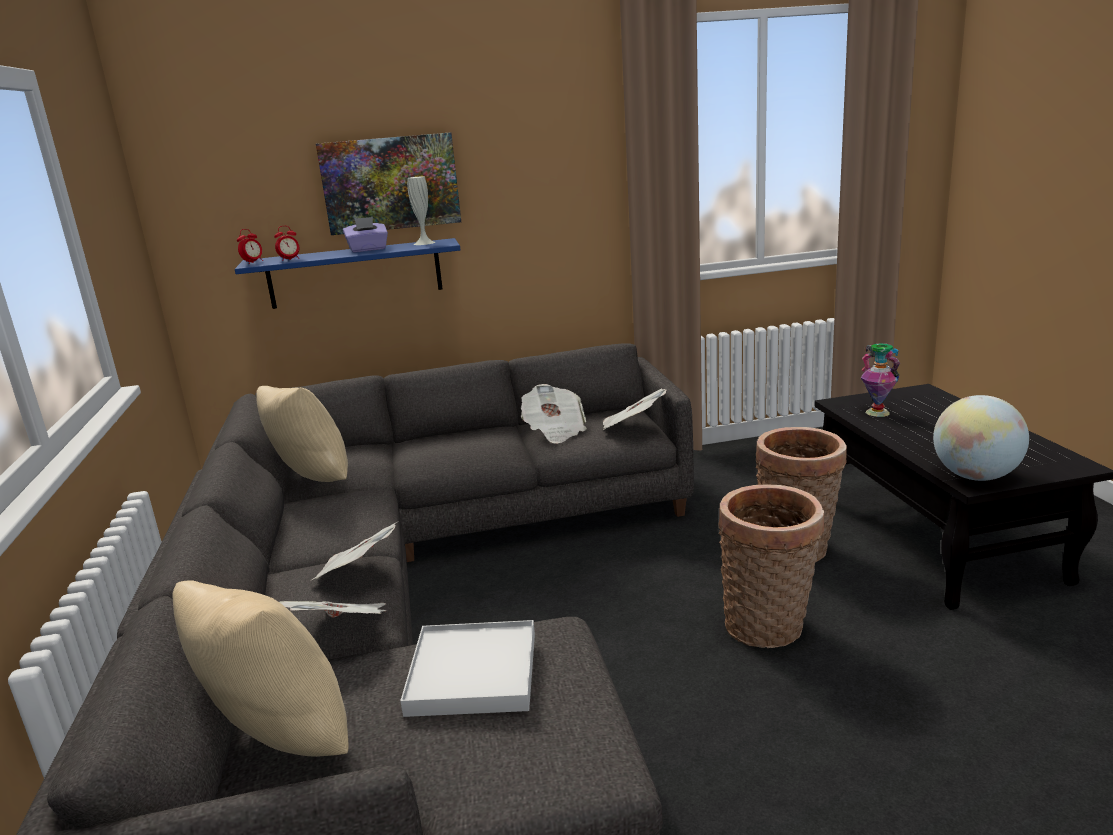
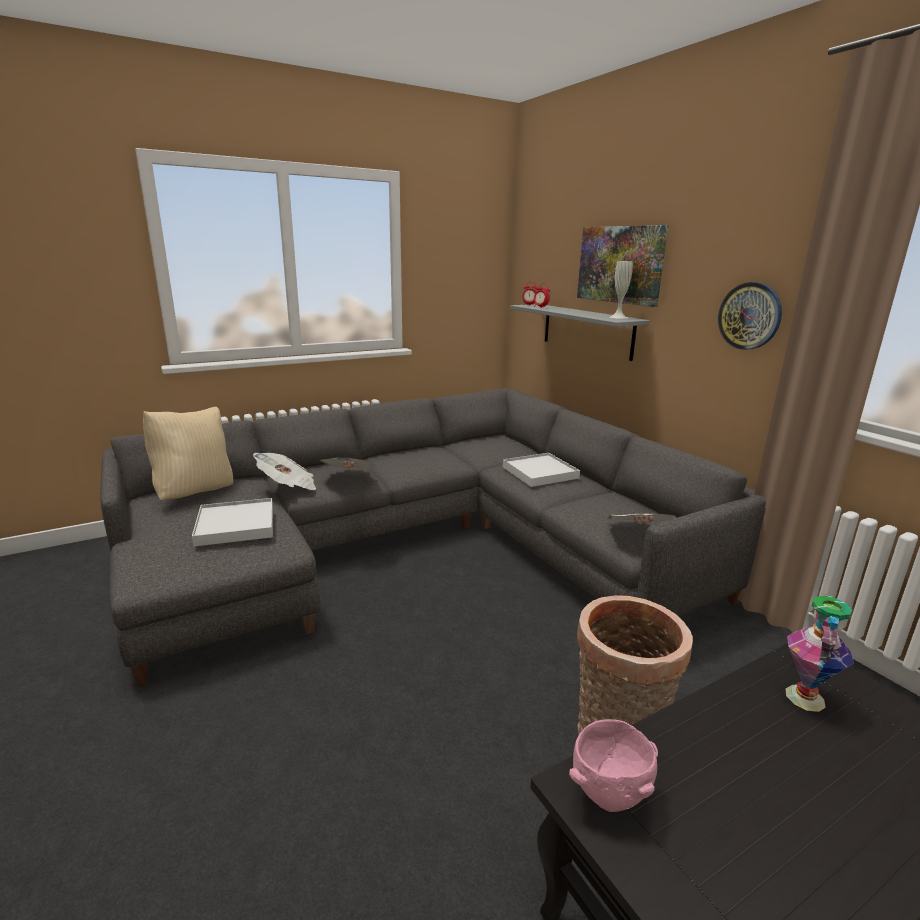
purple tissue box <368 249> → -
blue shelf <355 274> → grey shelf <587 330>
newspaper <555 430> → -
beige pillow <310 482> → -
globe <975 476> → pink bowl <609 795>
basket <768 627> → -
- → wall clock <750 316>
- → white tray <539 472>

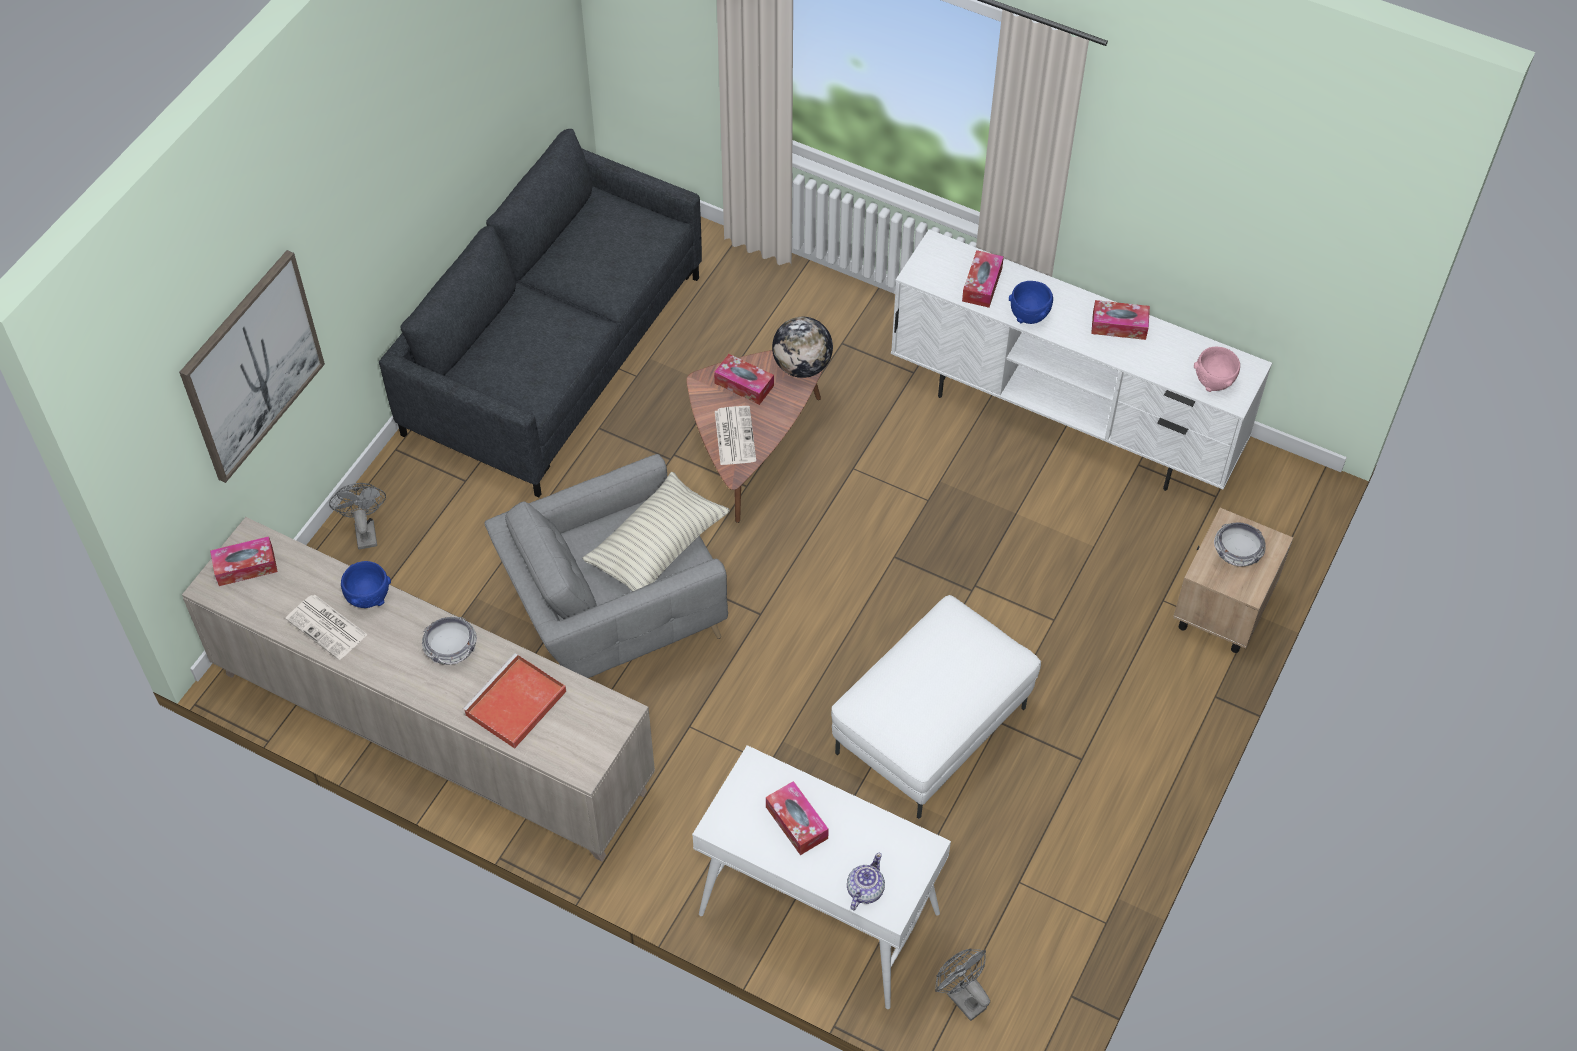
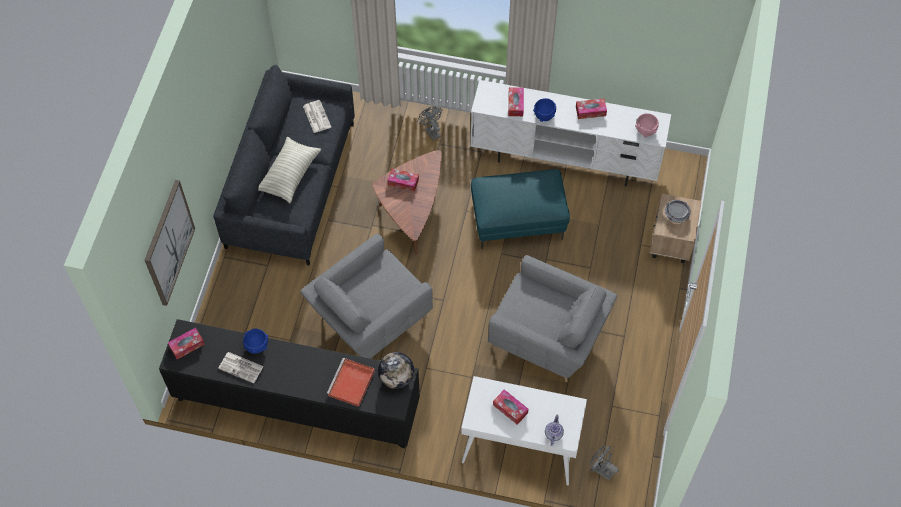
globe <802 366> → globe <396 378>, shifted
newspaper <734 435> → newspaper <316 116>, shifted
pillow <657 546> → pillow <289 175>, shifted
grey fan <364 531> → grey fan <431 131>, shifted
beige cabinet <433 733> → black cabinet <297 404>
white ottoman <932 732> → grey armchair <547 340>
bowl <451 648> → -
- → turquoise ottoman <517 222>

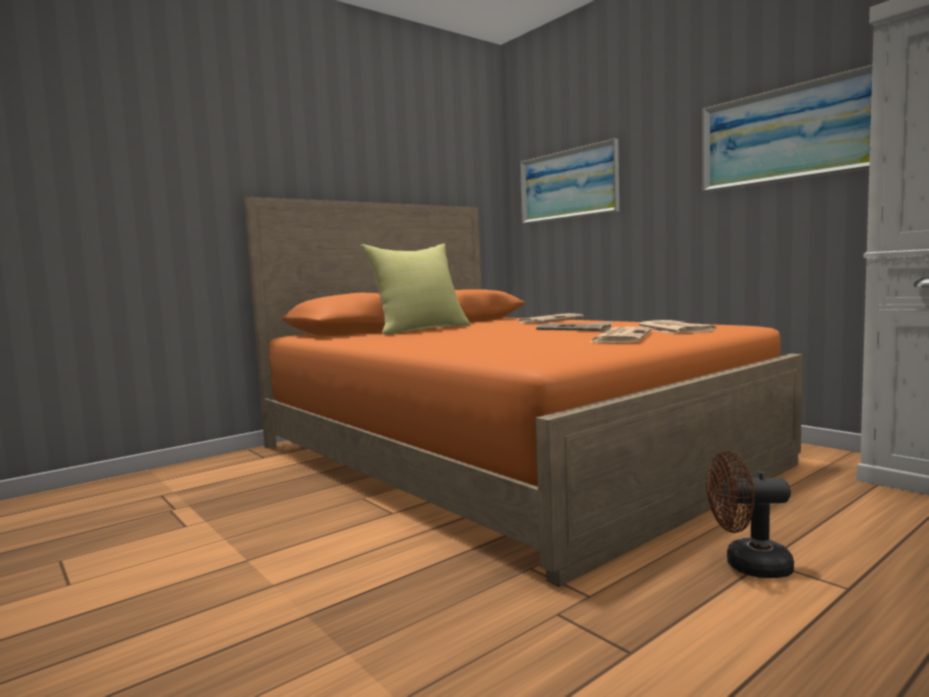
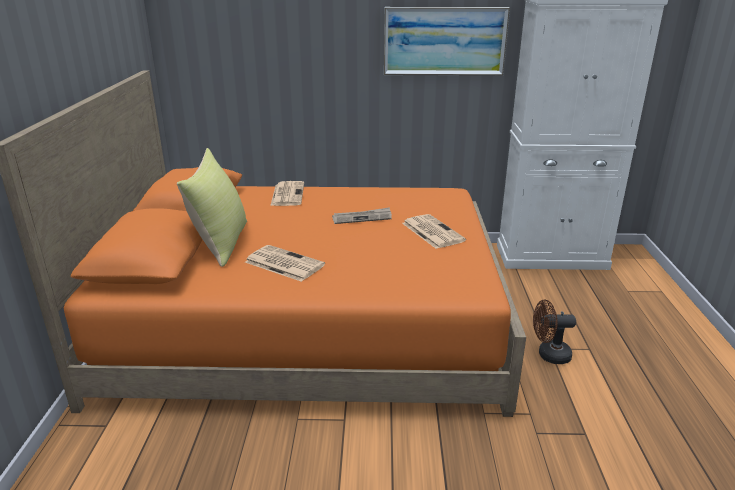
picture <568 185> → -
newspaper <672 329> → newspaper <283 263>, shifted
brown fan <748 566> → brown fan <549 355>, 45 degrees clockwise

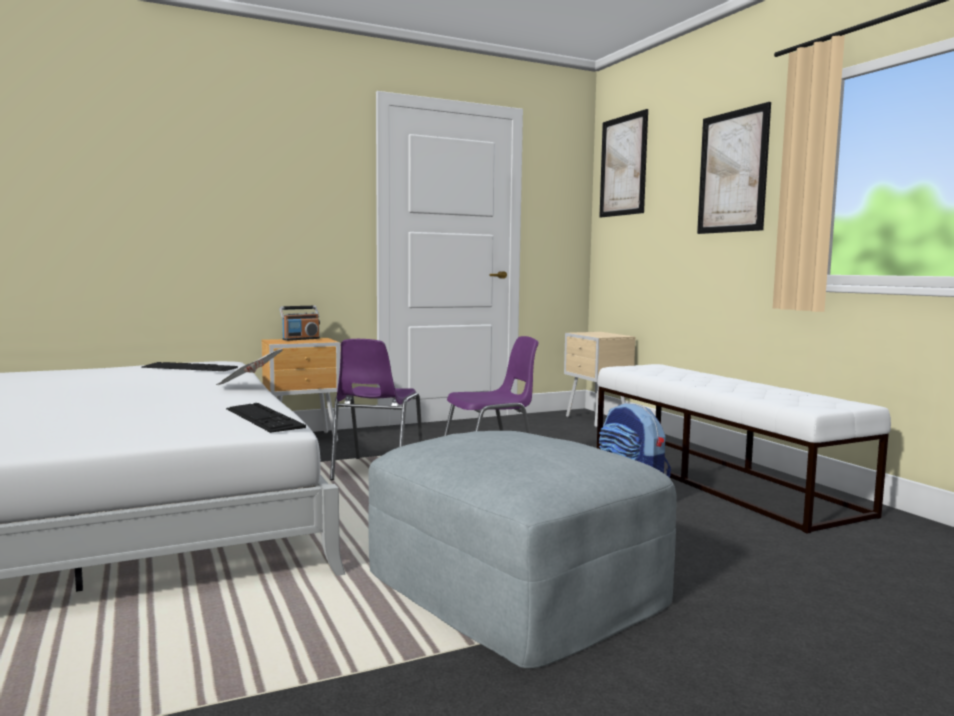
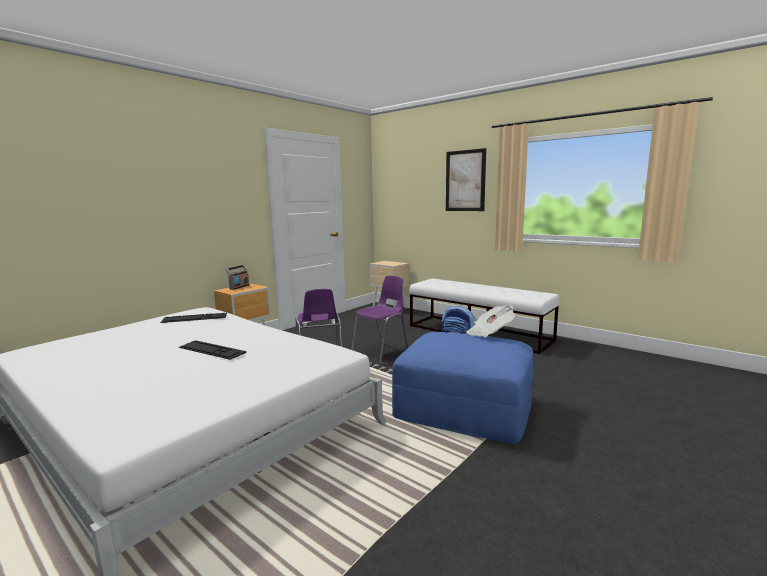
picture <623 166> → -
newspaper <249 386> → newspaper <489 333>, shifted
keyboard <263 418> → keyboard <211 350>, shifted
grey ottoman <515 585> → blue ottoman <464 407>

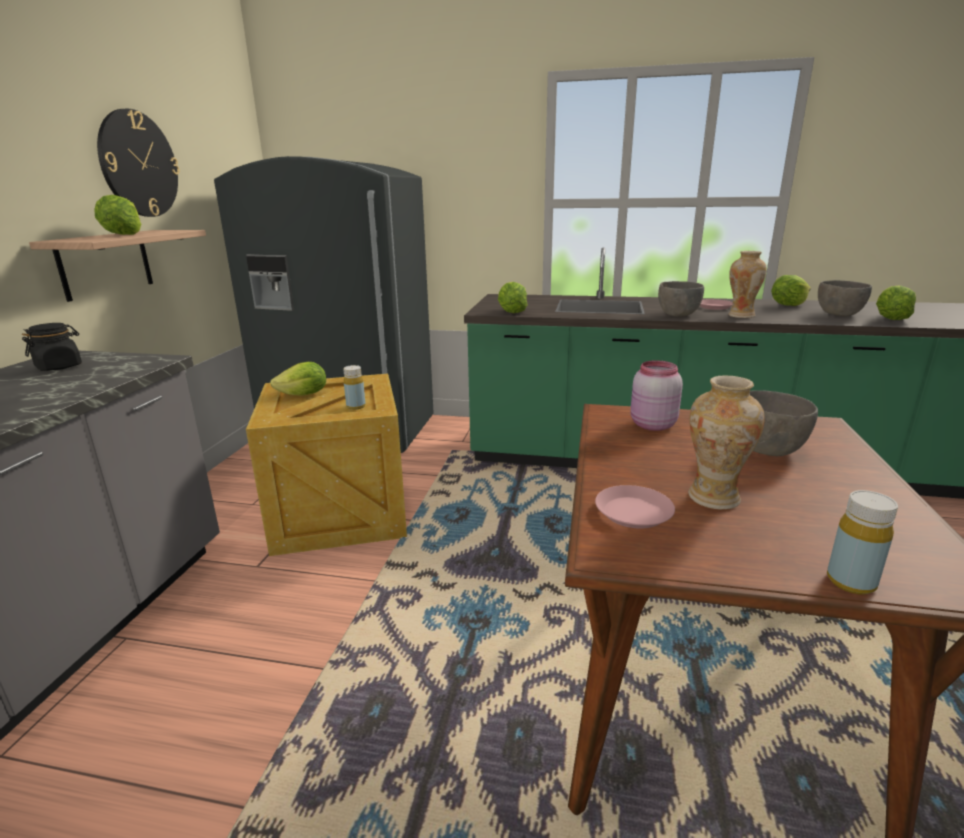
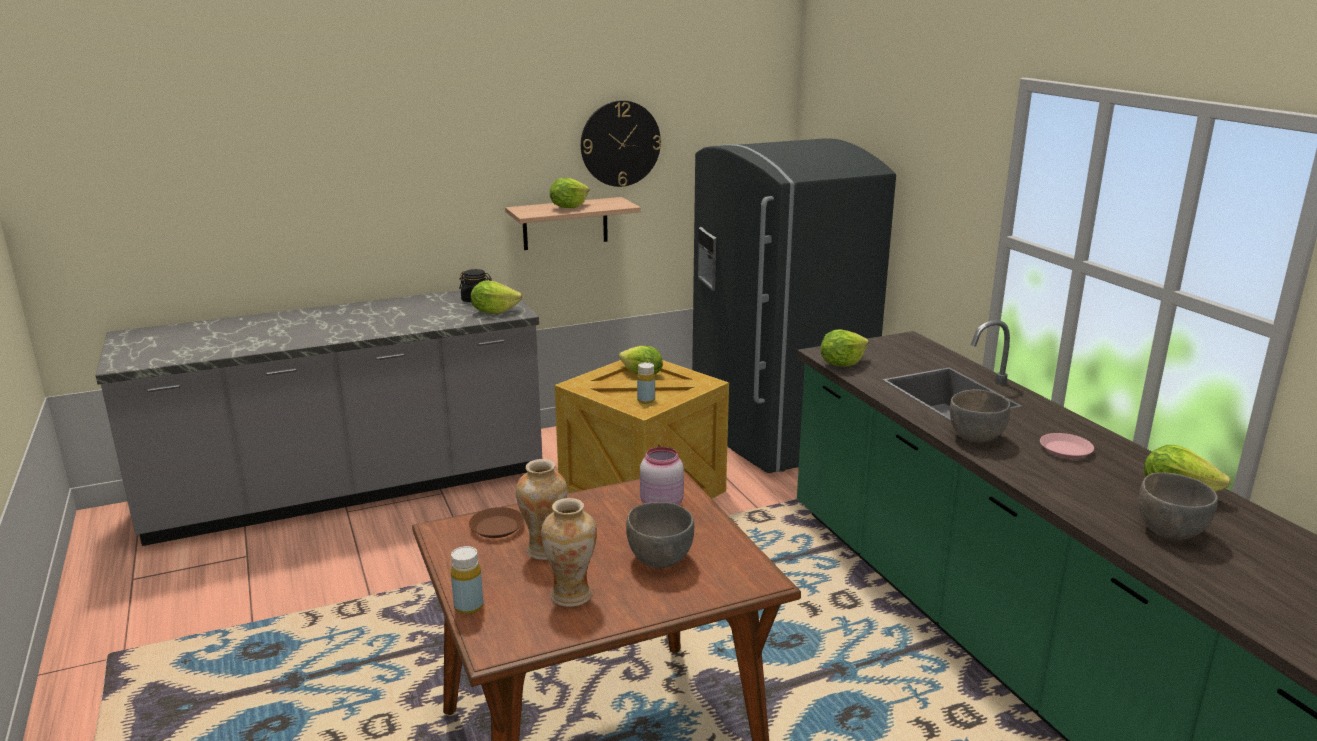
vase <741 315> → vase <571 595>, shifted
lettuce <890 319> → lettuce <494 311>, shifted
pink plate <633 512> → brown plate <496 527>

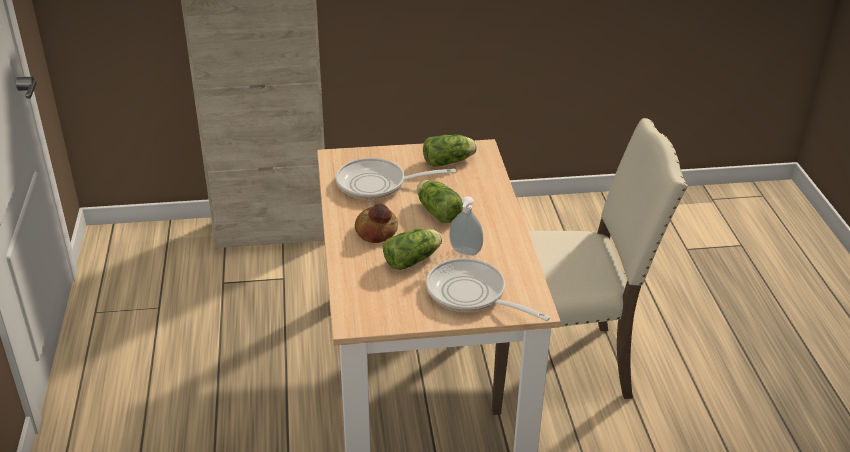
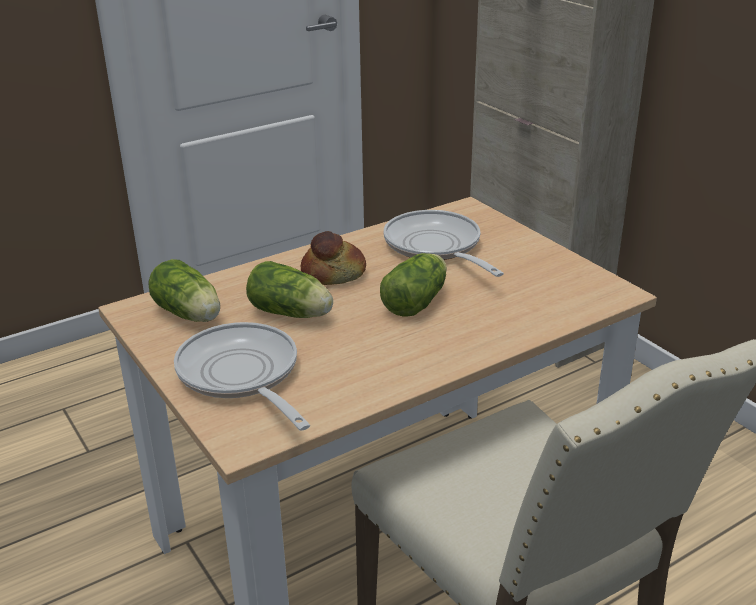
lettuce <450 161> → lettuce <190 315>, shifted
soap dispenser <465 253> → -
frying pan <471 295> → frying pan <241 376>, 45 degrees counterclockwise

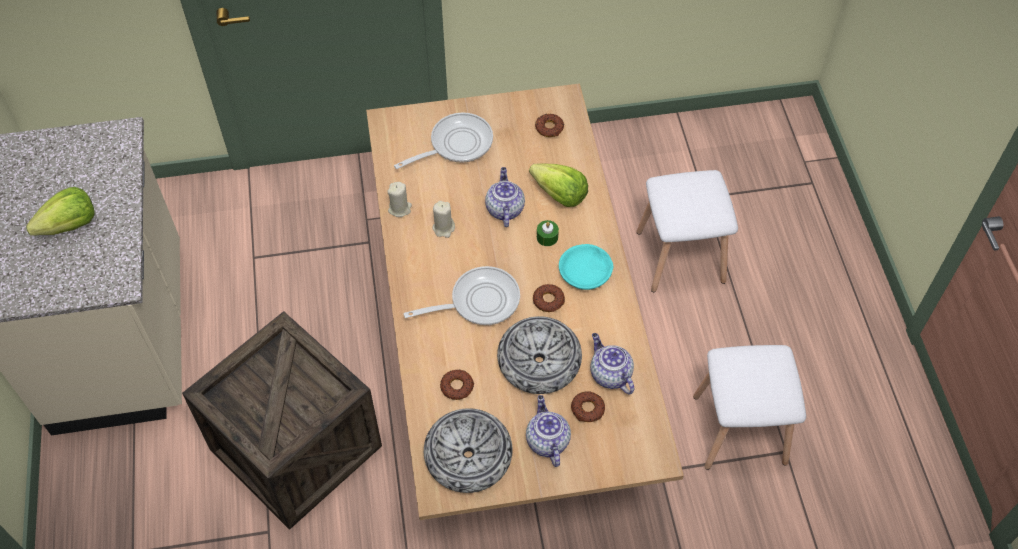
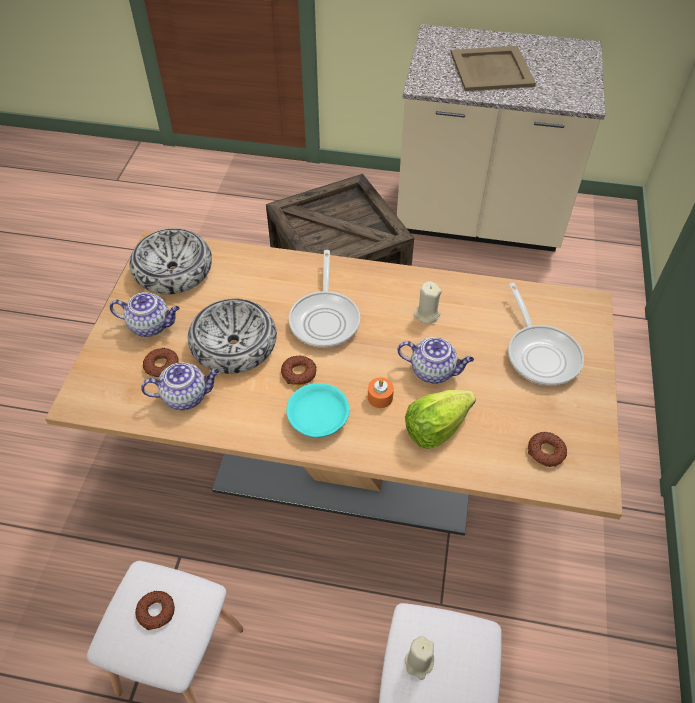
beige candle <400 208> → beige candle <419 662>, shifted
lettuce <70 225> → beige tray <491 69>
green candle <547 237> → orange candle <380 397>
donut <457 387> → donut <156 612>, shifted

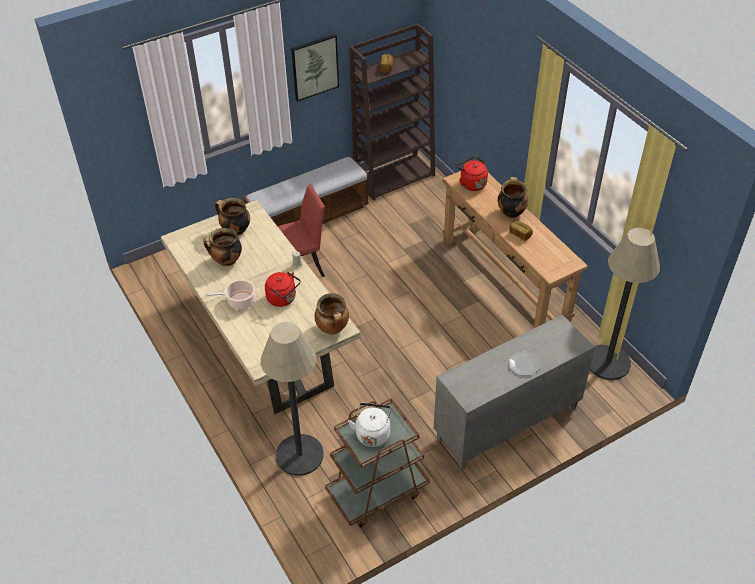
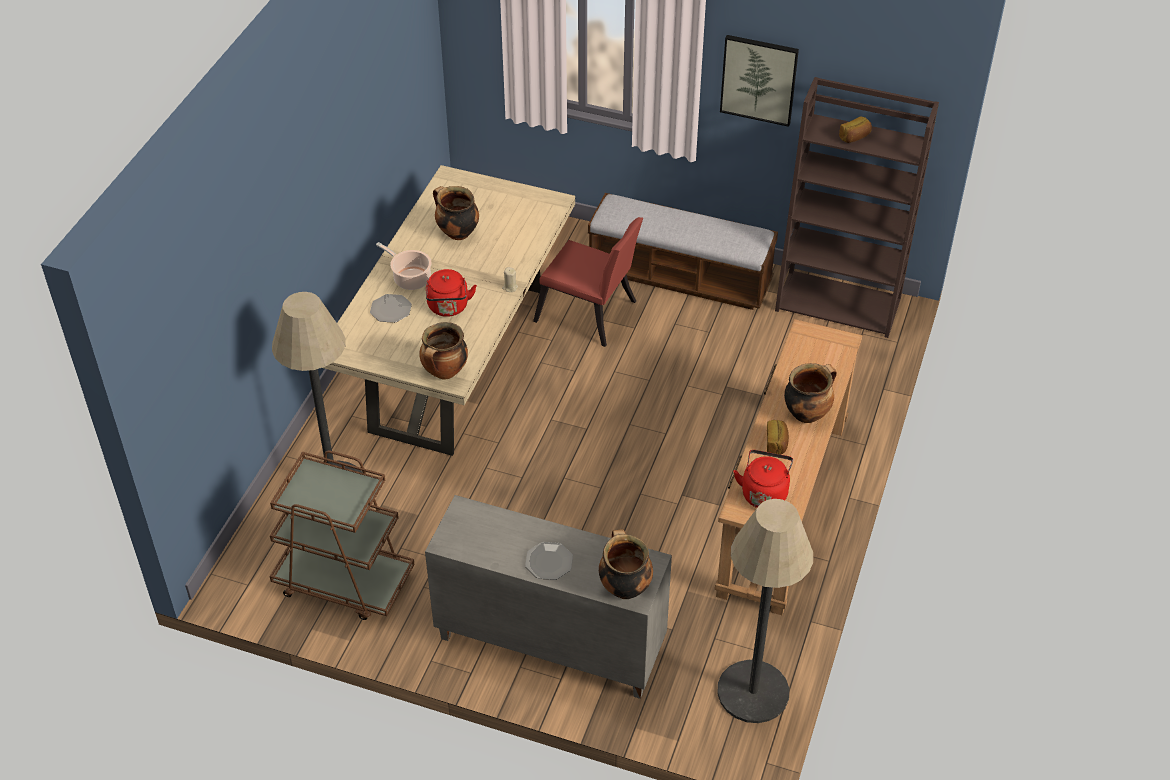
red kettle <471 183> → red kettle <764 492>, shifted
cooking pot <235 230> → cooking pot <624 587>, shifted
white kettle <372 433> → -
- → plate <390 309>

